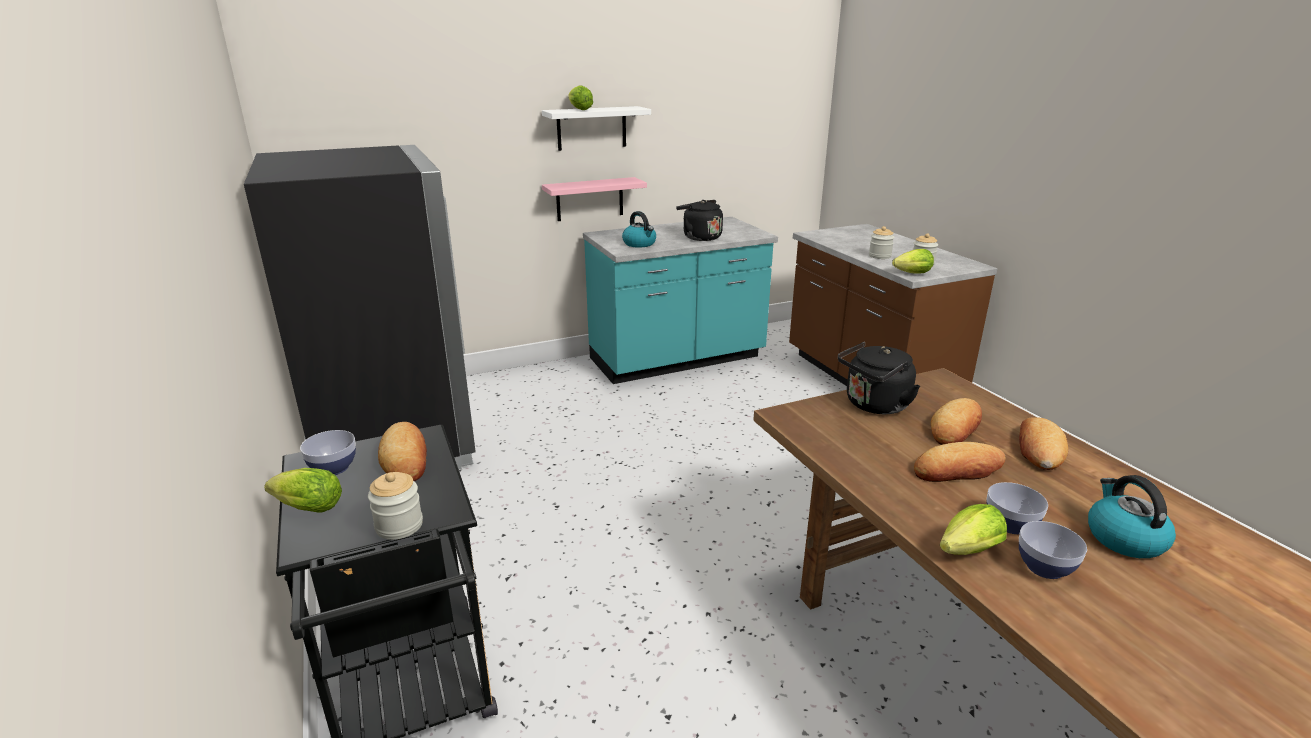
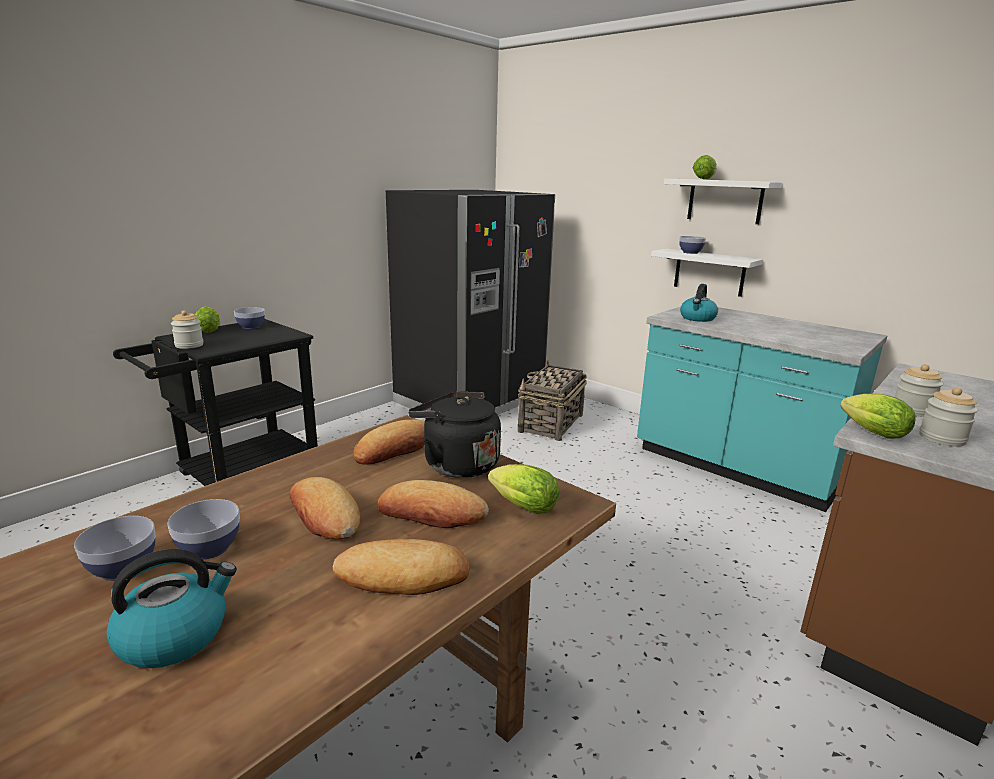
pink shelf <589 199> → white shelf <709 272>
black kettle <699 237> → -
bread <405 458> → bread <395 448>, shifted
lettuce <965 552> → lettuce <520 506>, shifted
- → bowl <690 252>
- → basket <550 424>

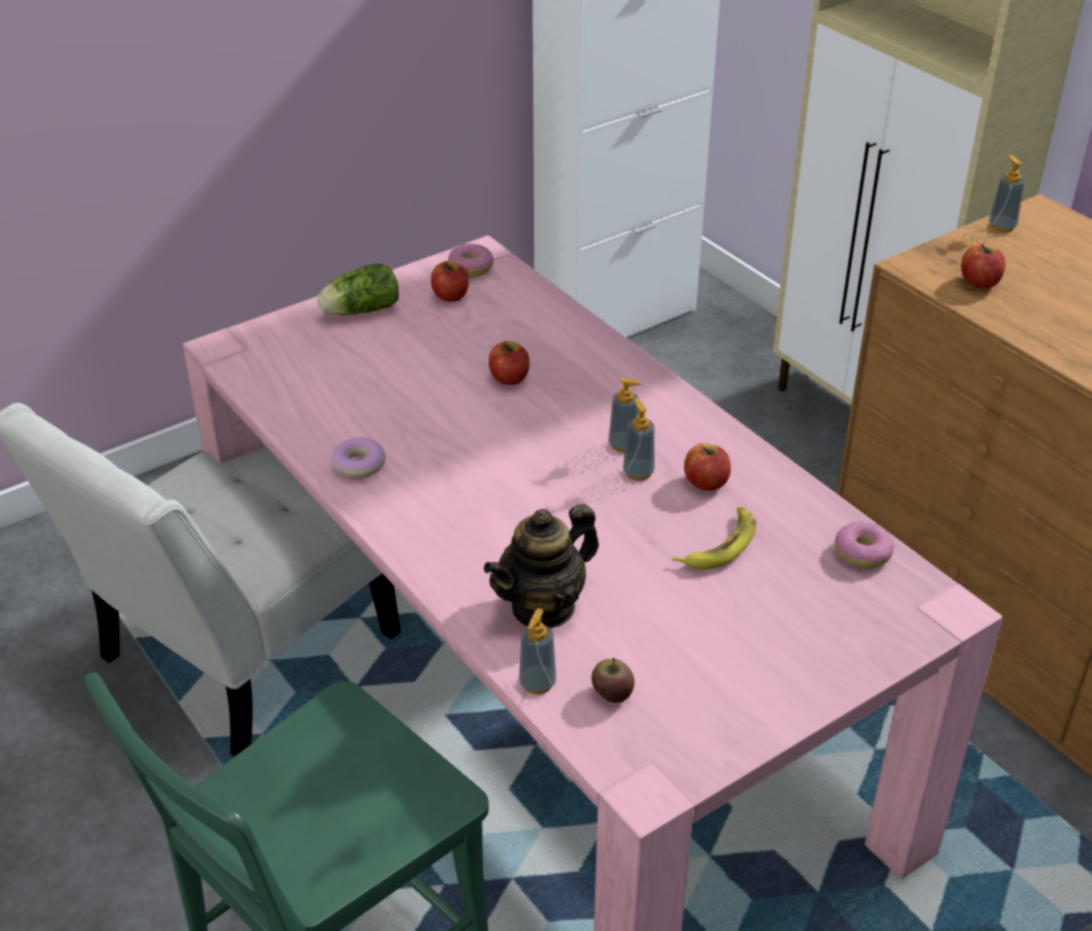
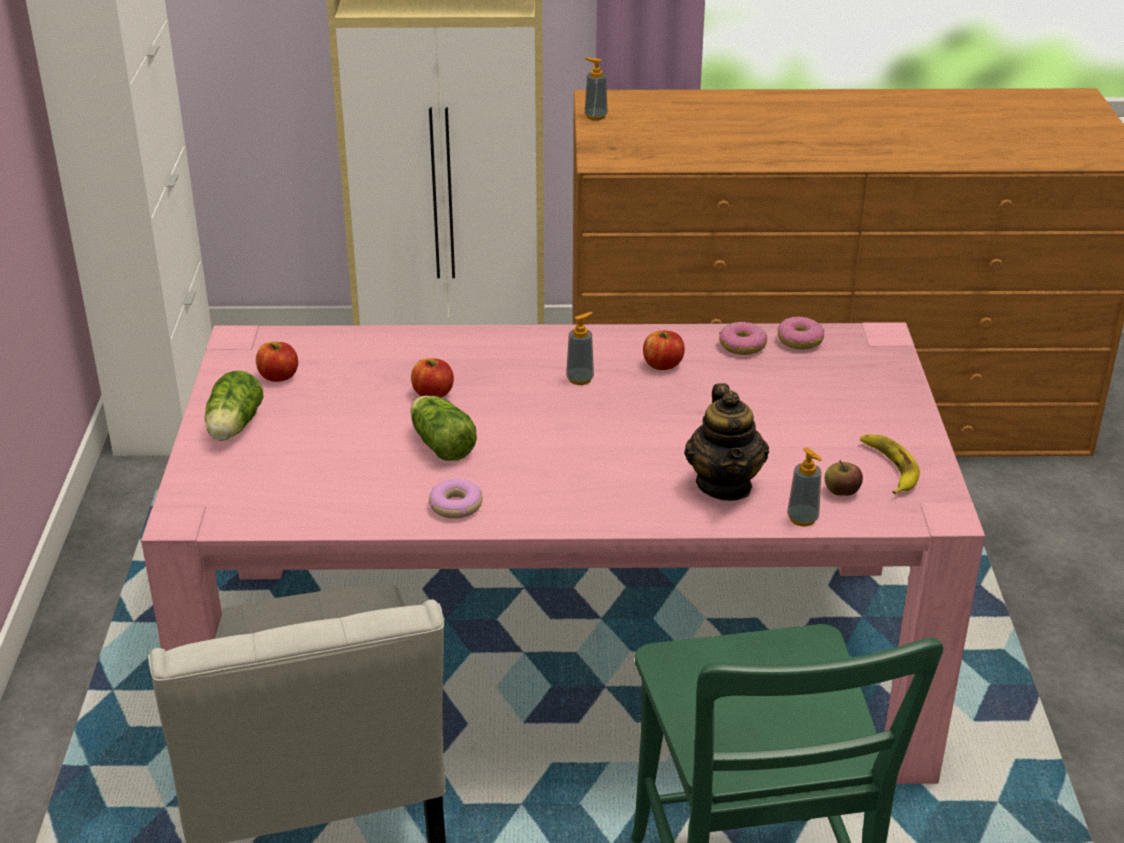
apple <979 282> → -
donut <471 267> → donut <742 346>, shifted
soap dispenser <638 472> → -
banana <720 545> → banana <888 468>, shifted
- → lettuce <440 443>

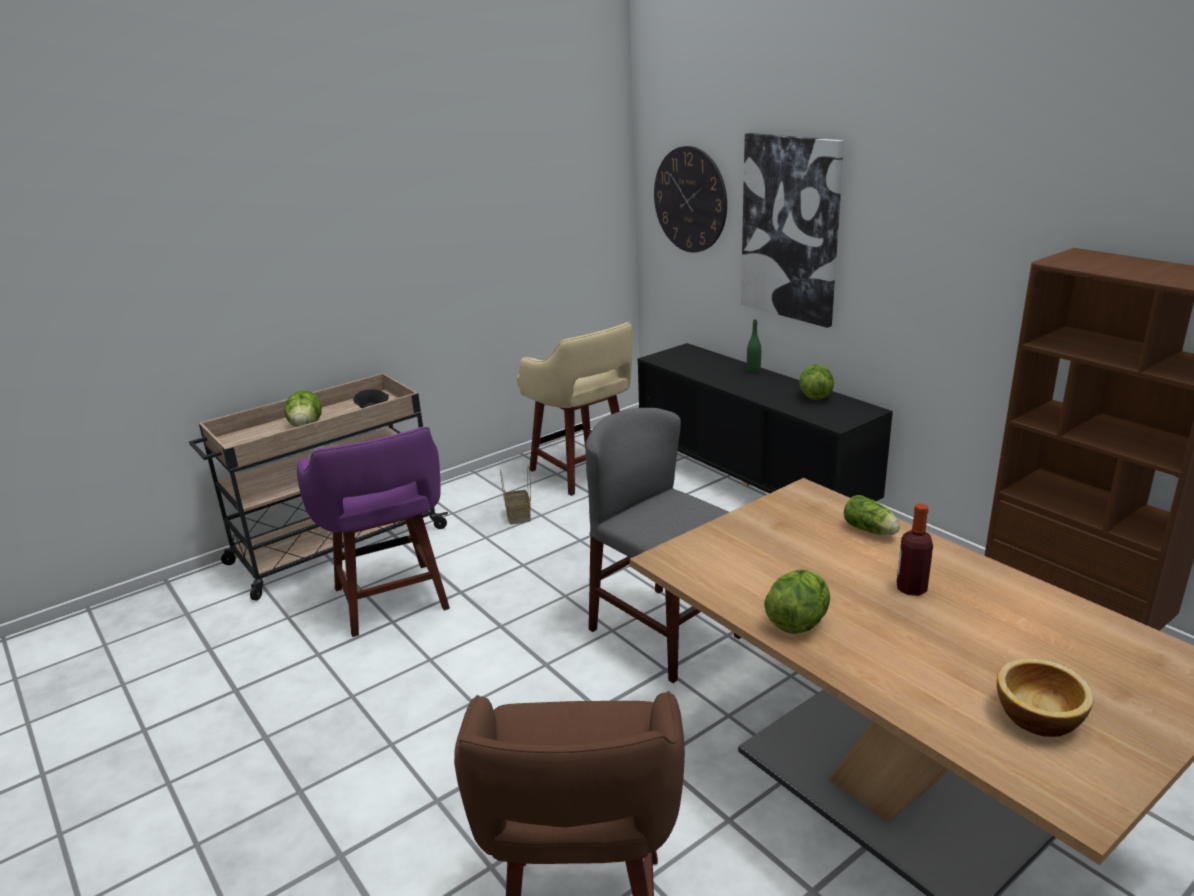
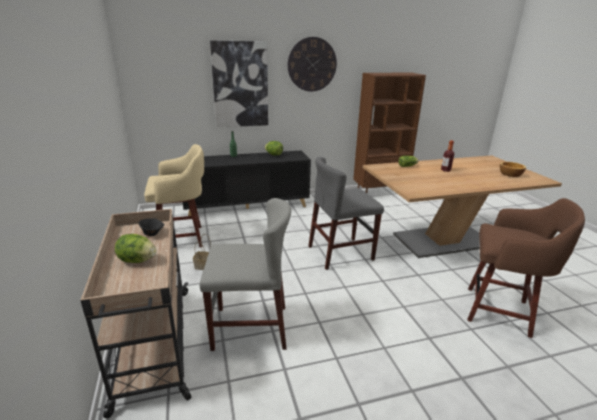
wall clock <690 199> → wall clock <312 64>, shifted
purple stool <392 601> → grey chair <250 327>
lettuce <797 622> → -

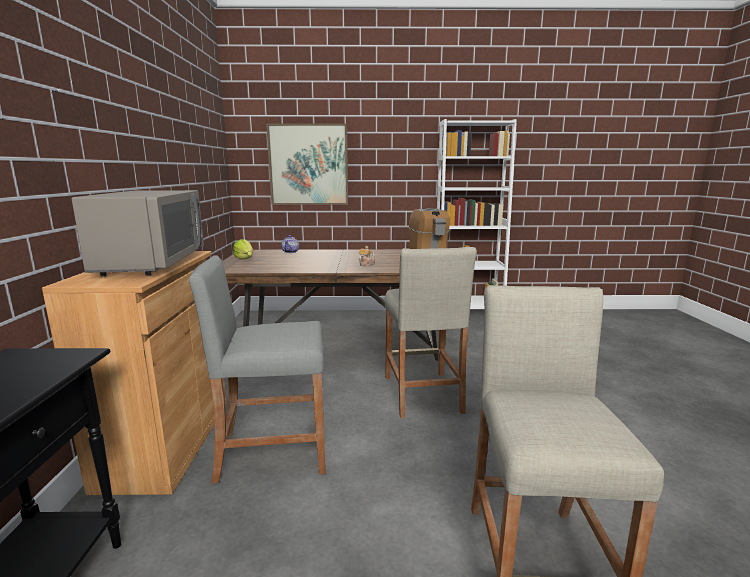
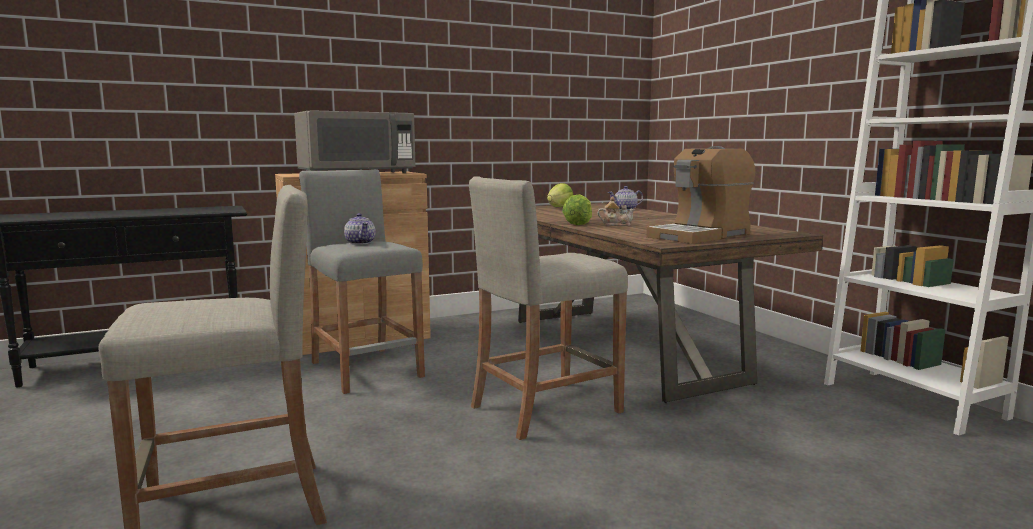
picture <308 165> → -
- → lettuce <578 224>
- → teapot <360 242>

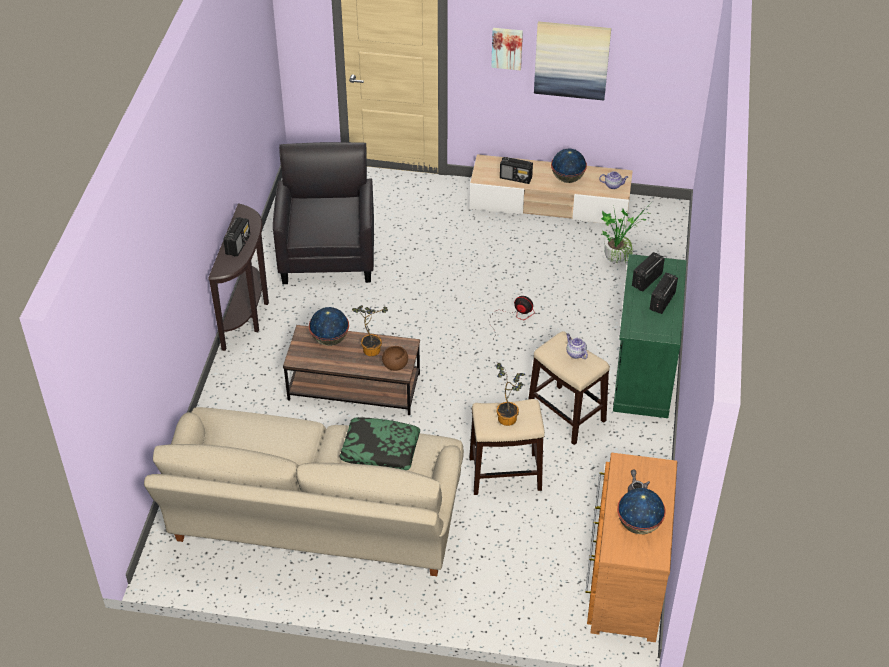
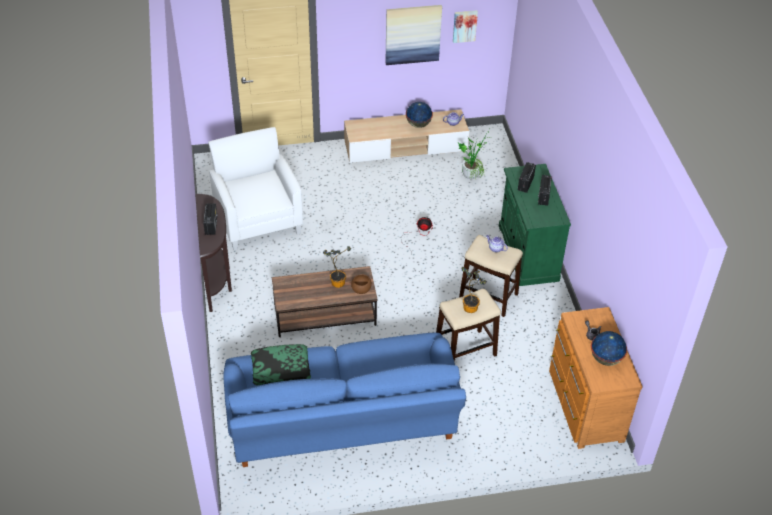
picture <507 47> → picture <464 25>, shifted
black armchair <328 253> → white armchair <258 219>
radio <516 178> → -
globe <330 339> → -
beige sofa <315 522> → blue sofa <342 423>
pillow <380 450> → pillow <280 369>, shifted

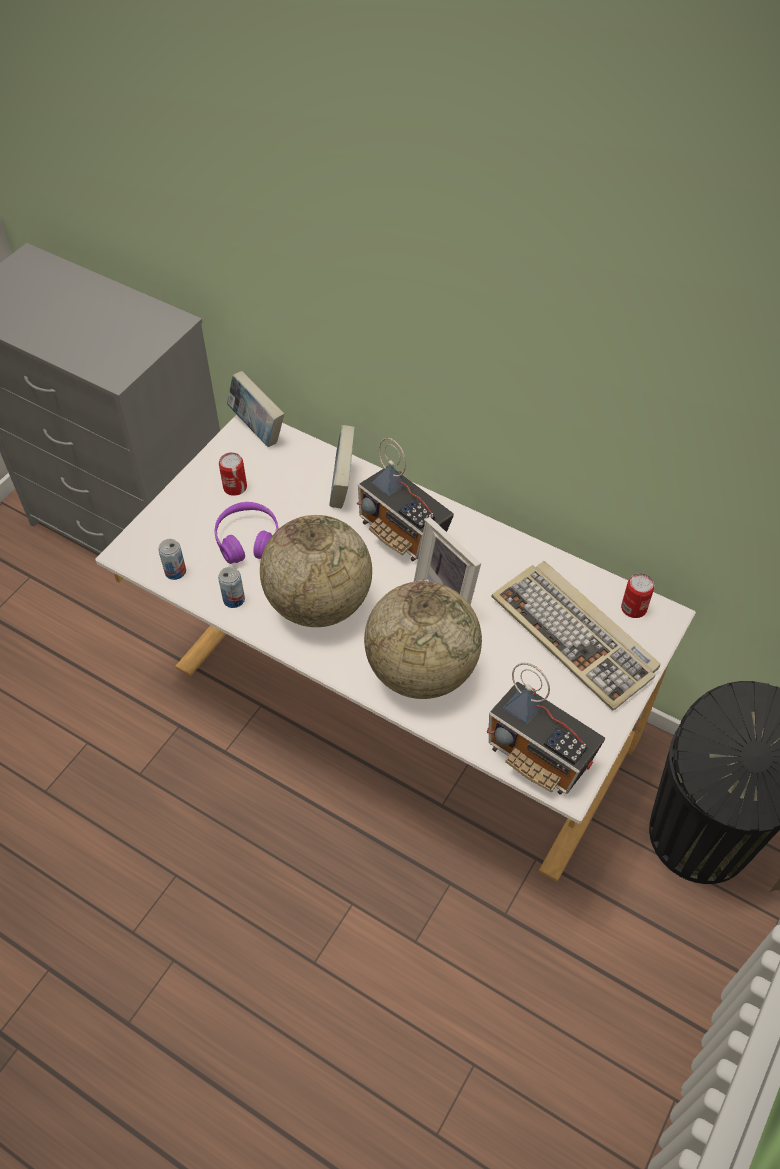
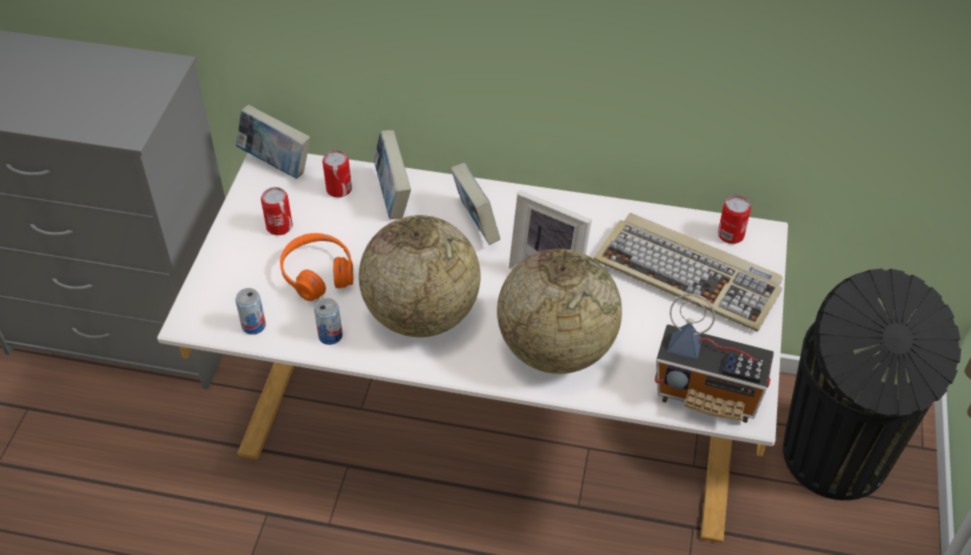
radio <403 532> → book <475 225>
purple headphones <248 540> → orange headphones <318 274>
- → can <339 189>

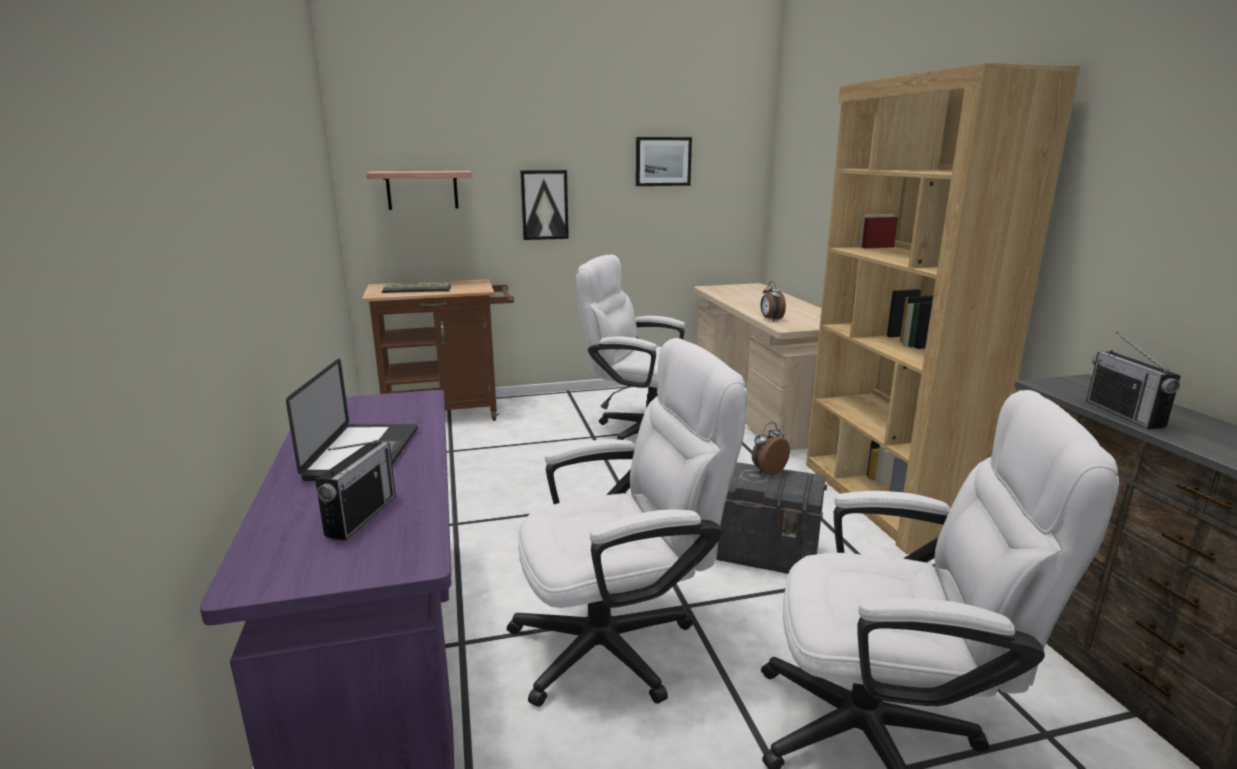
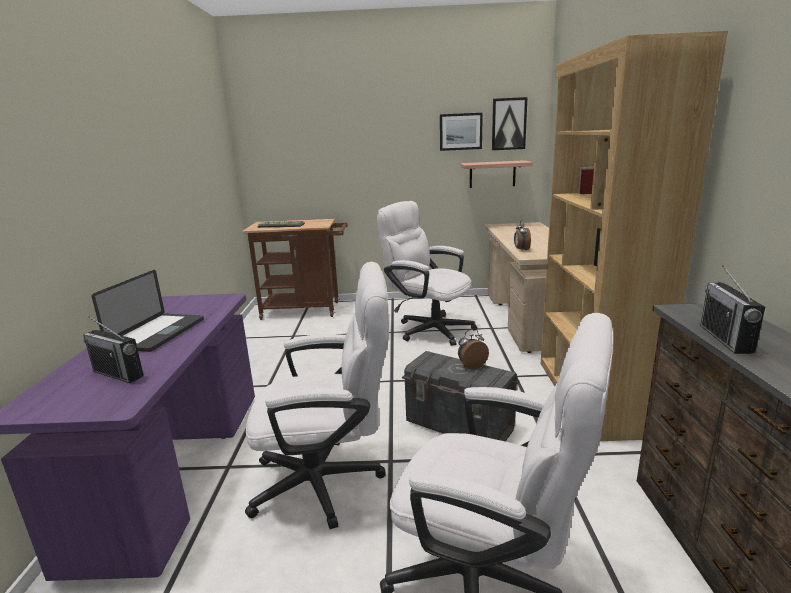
picture <544 205> → picture <508 124>, shifted
shelf <422 190> → shelf <492 174>, shifted
radio <361 516> → radio <118 374>, 90 degrees clockwise

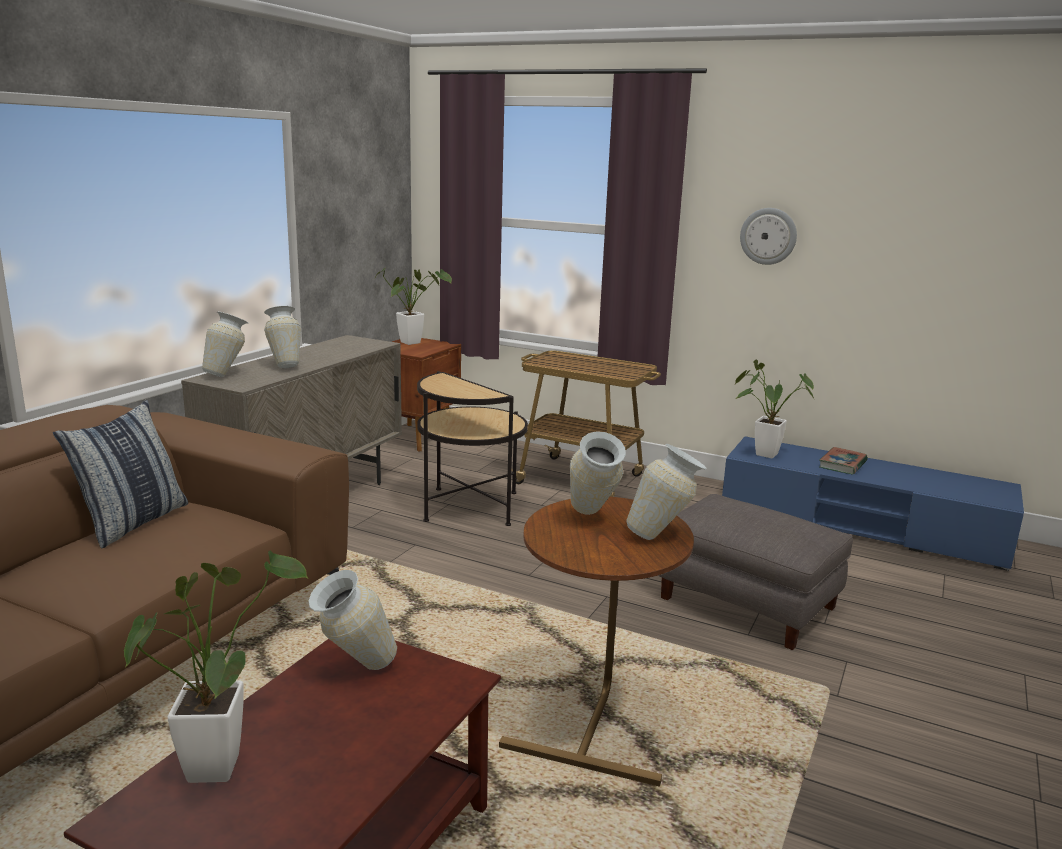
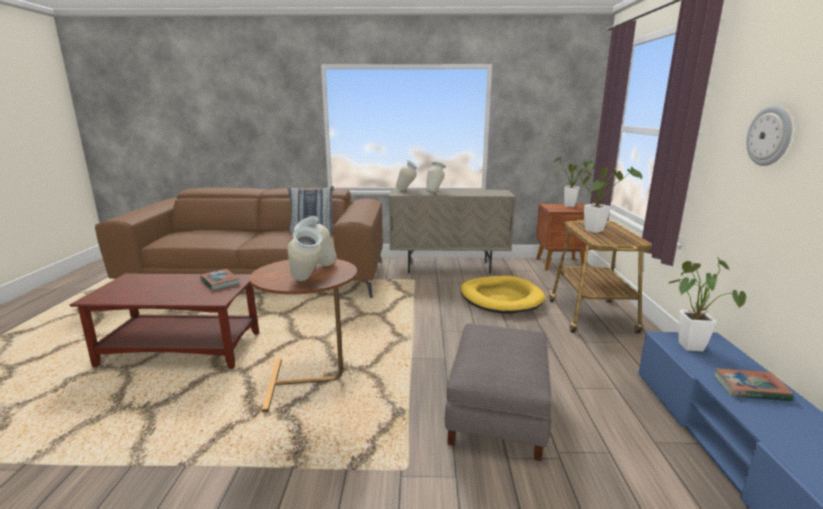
side table <472 506> → yellow dog bed <501 298>
potted plant <218 760> → potted plant <597 230>, shifted
vase <353 671> → book <220 282>

